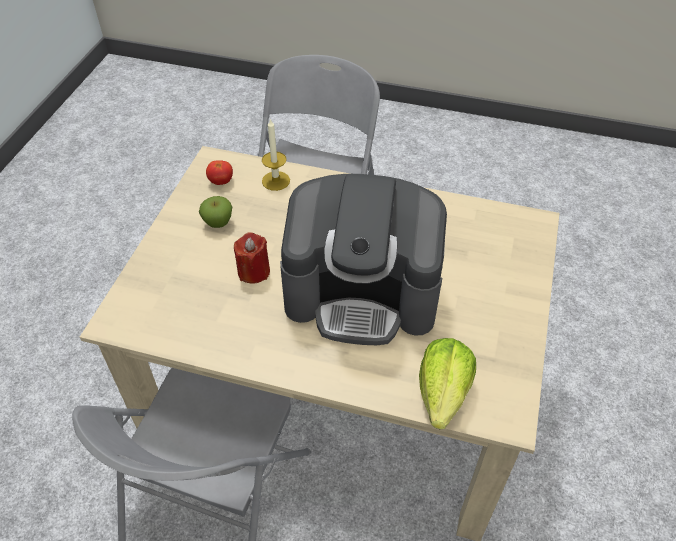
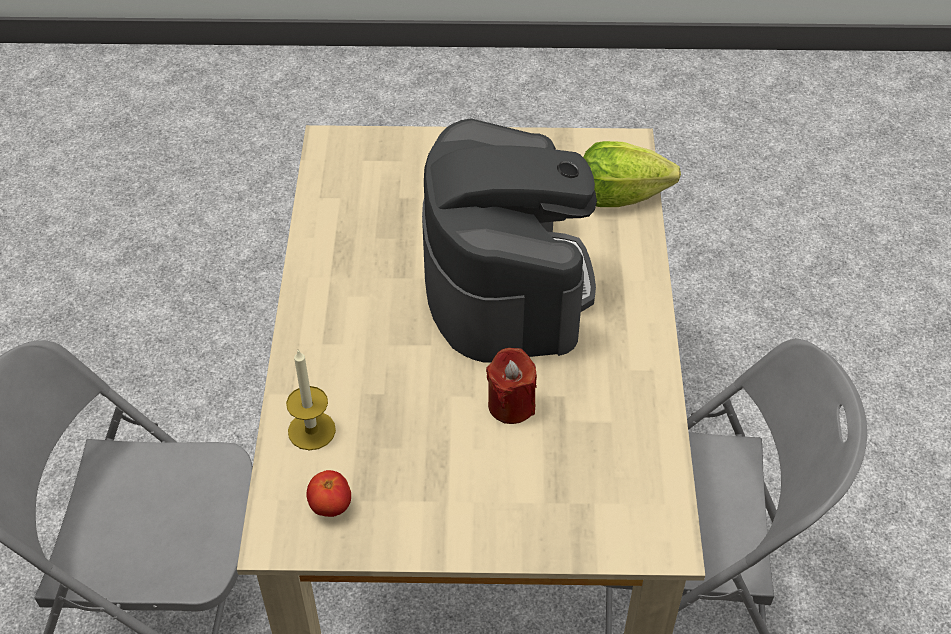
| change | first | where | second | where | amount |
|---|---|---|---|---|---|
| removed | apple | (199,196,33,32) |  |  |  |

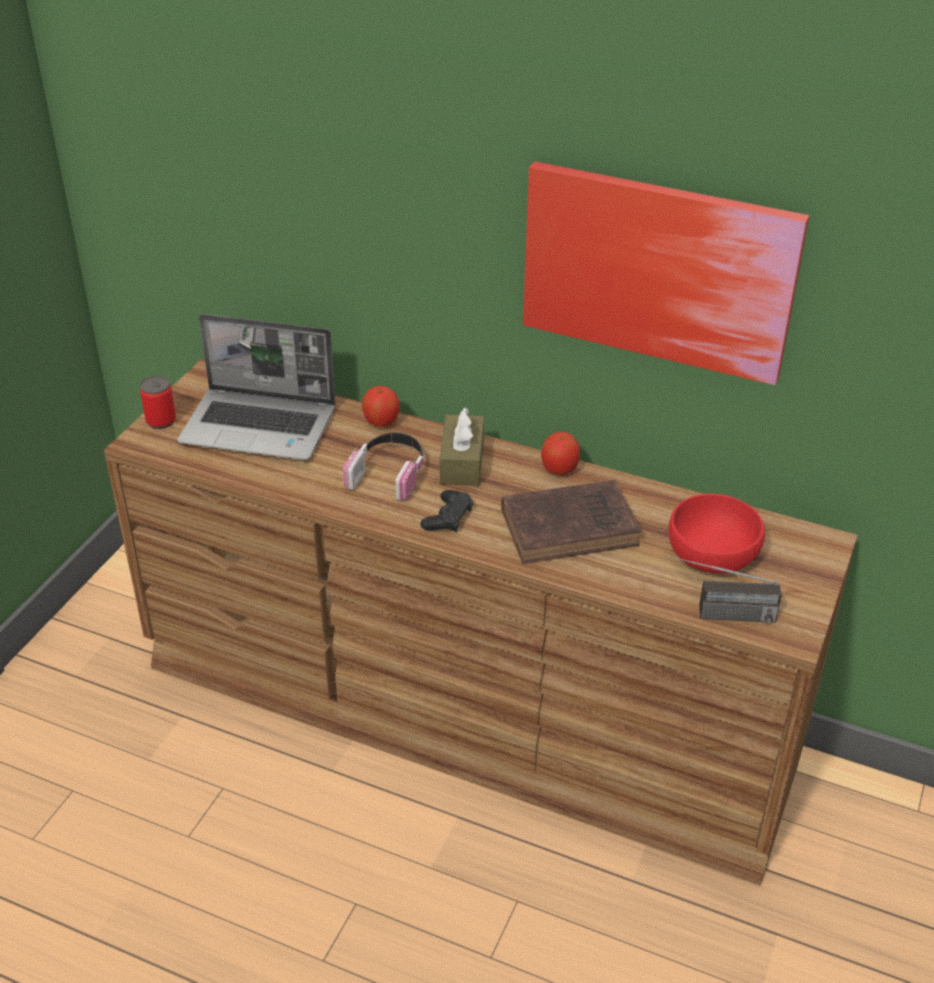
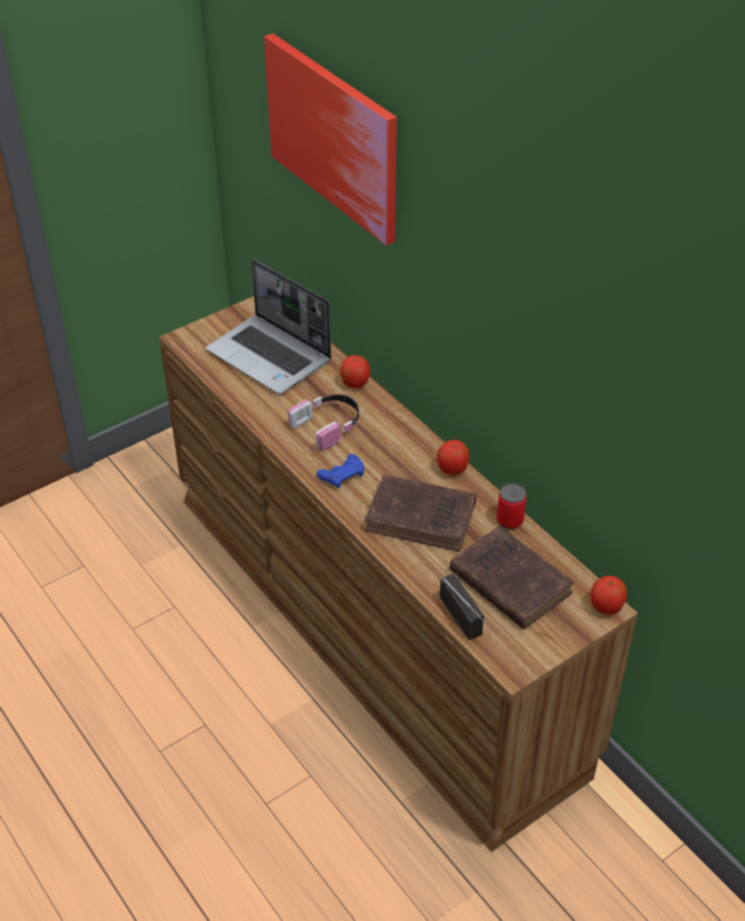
| change | first | where | second | where | amount |
|---|---|---|---|---|---|
| moved | picture | (523,161,286,224) |  | (264,33,133,213) |  |
| recoloured | black game controller | (420,490,53,42) | blue game controller | (316,454,48,34) |  |
| turned | radio | (665,555,117,68) |  | (440,573,52,67) | 150 degrees counterclockwise |
| replaced | red bowl | (669,494,96,80) | brown book | (450,526,124,104) |  |
| moved | can | (140,376,36,53) |  | (497,483,30,46) |  |
| added |  |  | apple | (590,576,37,39) |  |
| removed | brown tissue box | (439,407,45,79) |  |  |  |

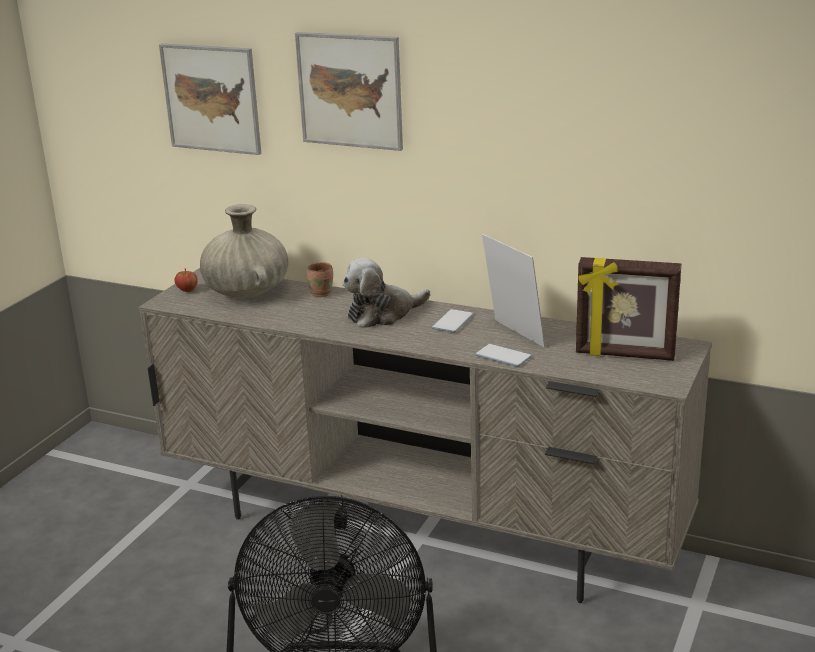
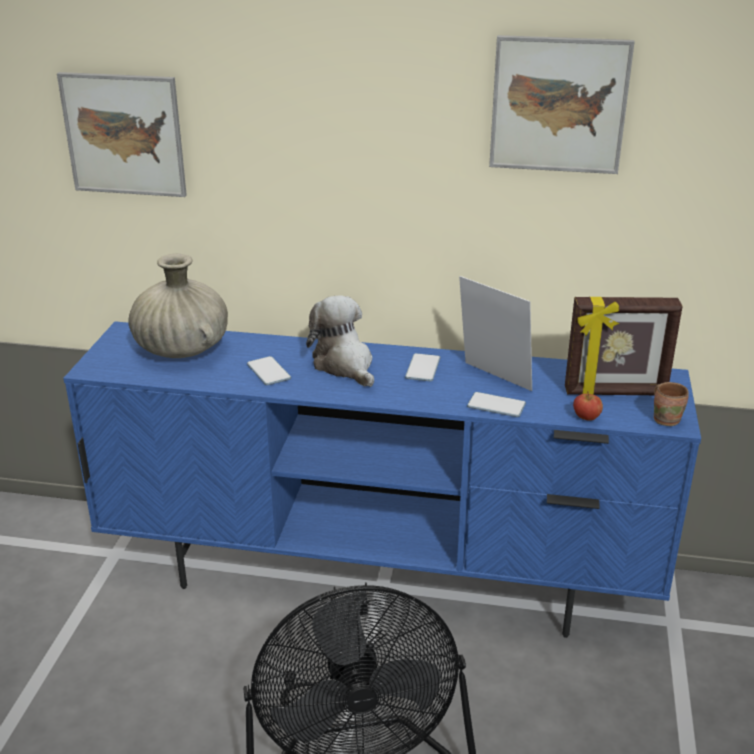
| change | first | where | second | where | amount |
|---|---|---|---|---|---|
| recoloured | beige tv stand | (138,268,574,335) | blue tv stand | (63,321,638,317) |  |
| added |  |  | phone | (247,356,44,29) |  |
| turned | plush toy | (342,258,88,70) |  | (306,295,68,92) | 105 degrees clockwise |
| moved | picture | (295,32,108,119) |  | (489,35,146,139) |  |
| moved | apple | (174,268,24,24) |  | (573,391,30,30) |  |
| moved | brown mug | (307,262,26,35) |  | (654,382,35,44) |  |

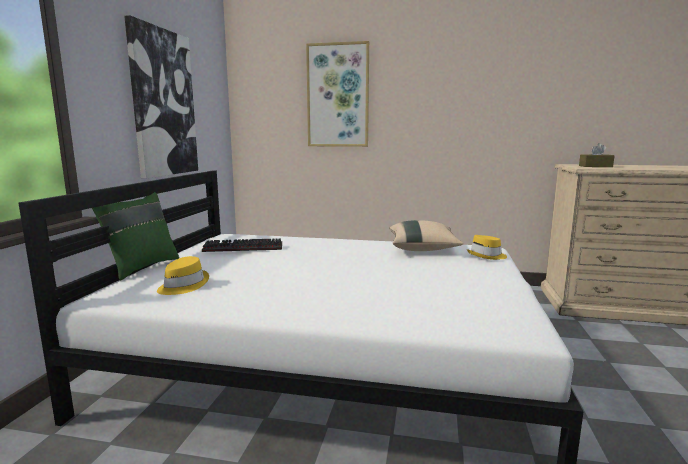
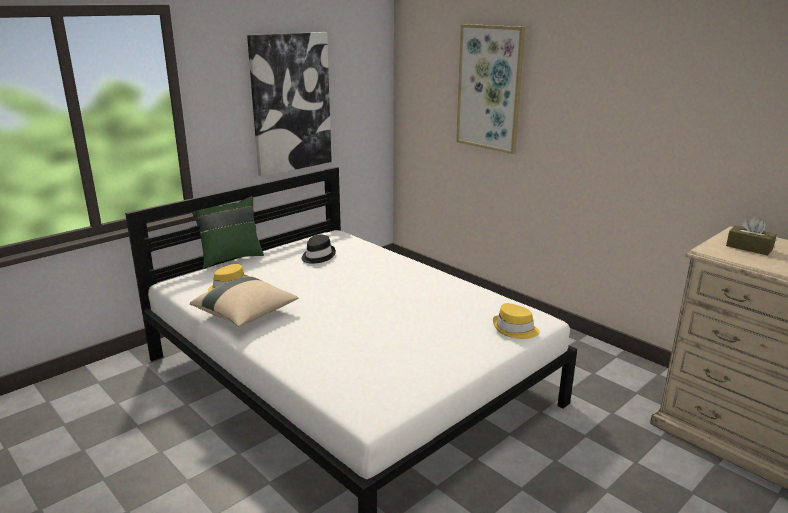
| change | first | where | second | where | amount |
|---|---|---|---|---|---|
| moved | beige pillow | (390,220,74,31) |  | (190,276,108,51) |  |
| replaced | keyboard | (202,238,80,14) | black hat | (301,235,35,28) |  |

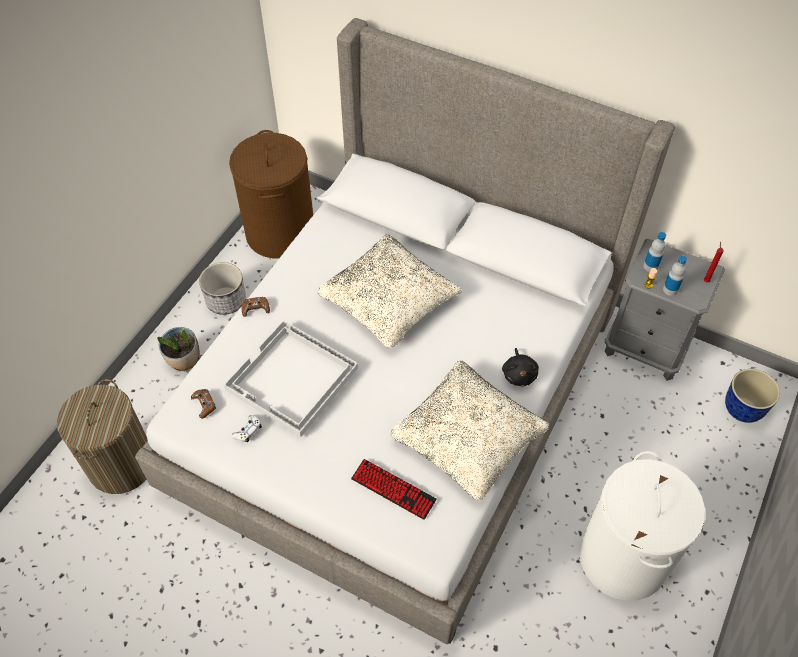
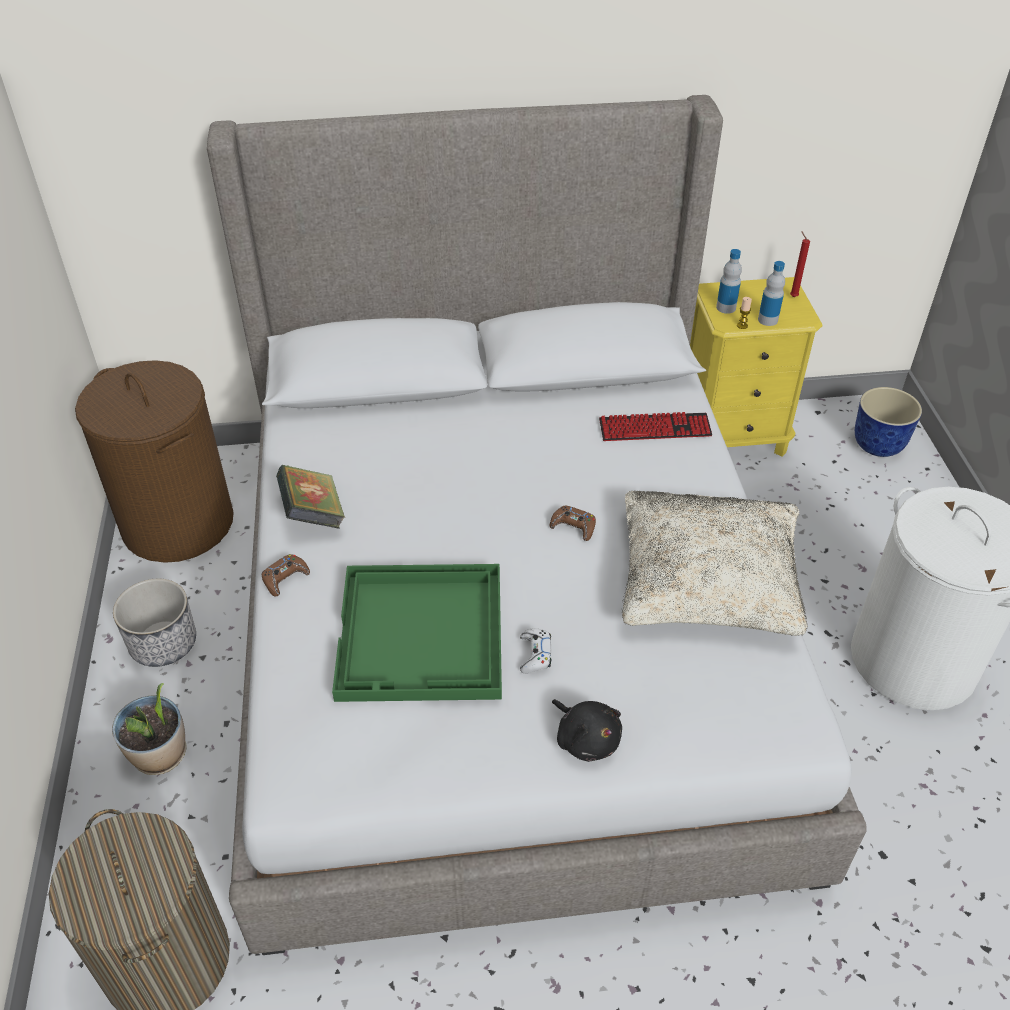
| change | first | where | second | where | amount |
|---|---|---|---|---|---|
| added |  |  | book | (276,465,69,64) |  |
| recoloured | white tray | (224,320,134,117) | green tray | (332,564,170,138) |  |
| moved | white game controller | (232,415,30,27) |  | (520,628,31,46) |  |
| moved | brown game controller | (191,389,25,30) |  | (550,506,46,35) |  |
| moved | black plush toy | (502,348,37,38) |  | (552,699,70,63) |  |
| moved | keyboard | (351,459,86,61) |  | (599,412,113,29) |  |
| recoloured | grey nightstand | (605,239,120,142) | yellow nightstand | (690,277,133,180) |  |
| removed | beige pillow | (318,234,143,114) |  |  |  |

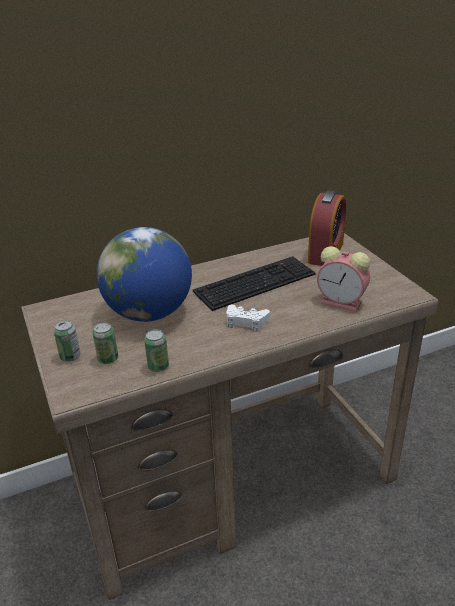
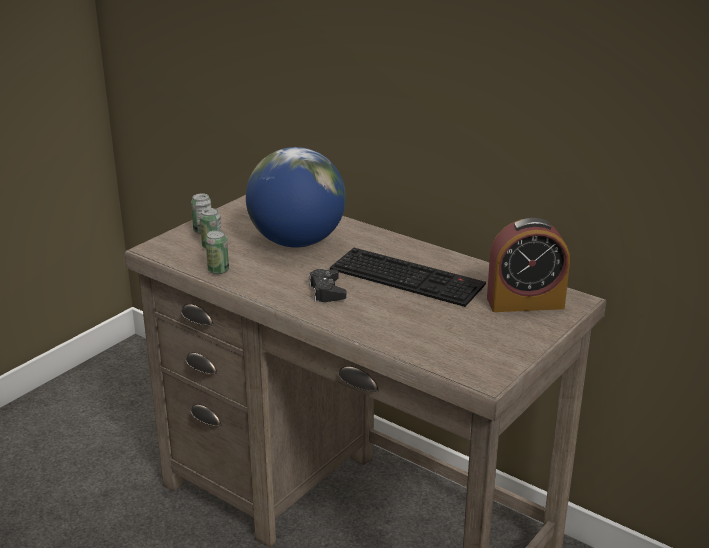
| change | first | where | second | where | amount |
|---|---|---|---|---|---|
| recoloured | white game controller | (226,305,44,27) | black game controller | (309,269,38,33) |  |
| removed | alarm clock | (317,246,53,66) |  |  |  |

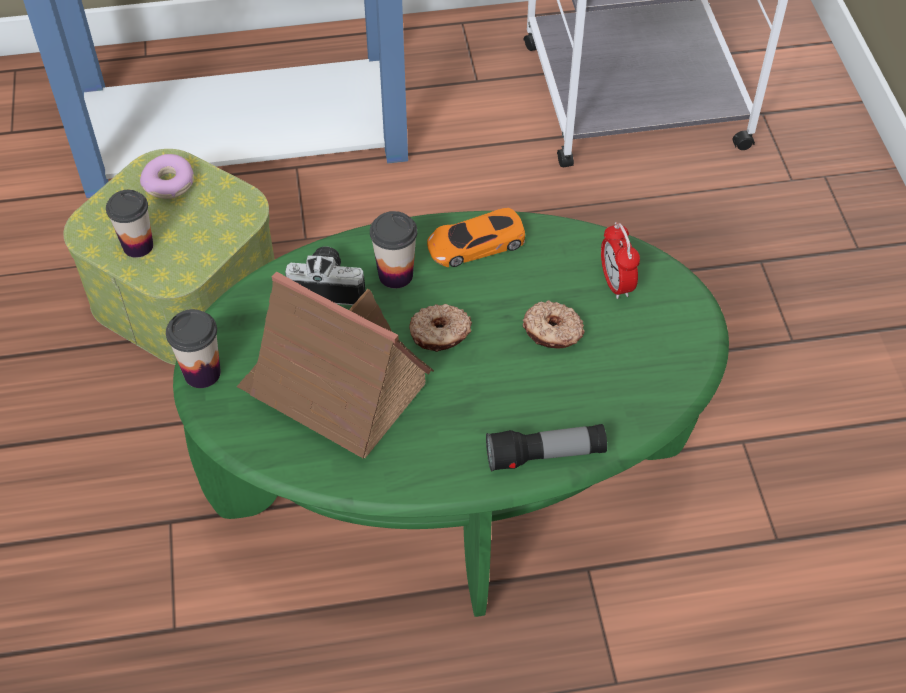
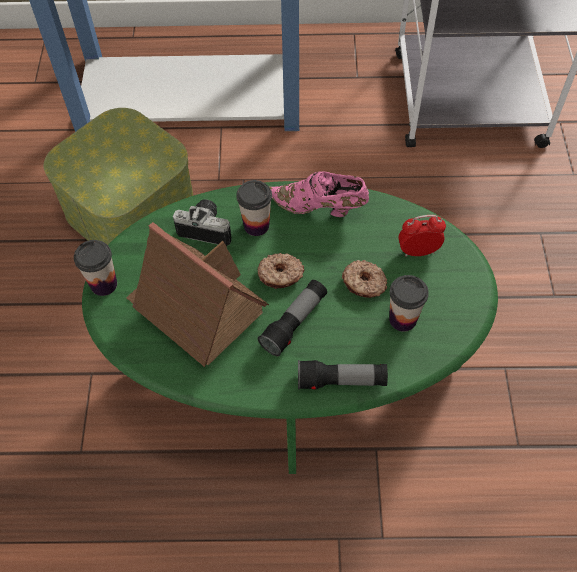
| change | first | where | second | where | amount |
|---|---|---|---|---|---|
| added |  |  | flashlight | (258,280,69,76) |  |
| replaced | orange toy car | (427,208,98,59) | pink shoe | (270,171,99,46) |  |
| moved | cup | (106,190,47,68) |  | (389,275,40,57) |  |
| turned | alarm clock | (601,222,39,77) |  | (398,215,48,42) | 90 degrees clockwise |
| removed | donut | (140,154,54,45) |  |  |  |

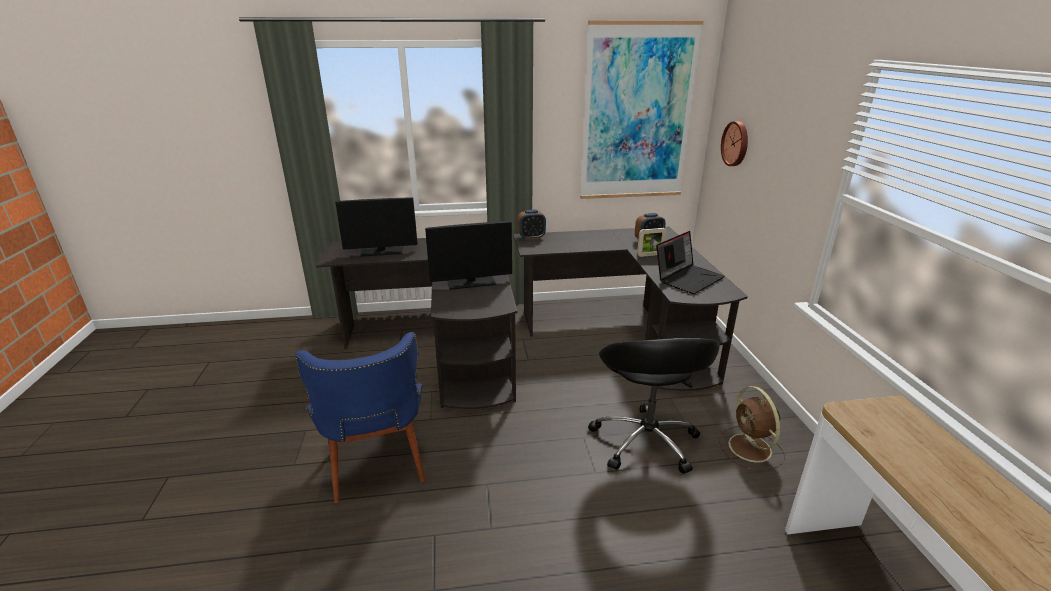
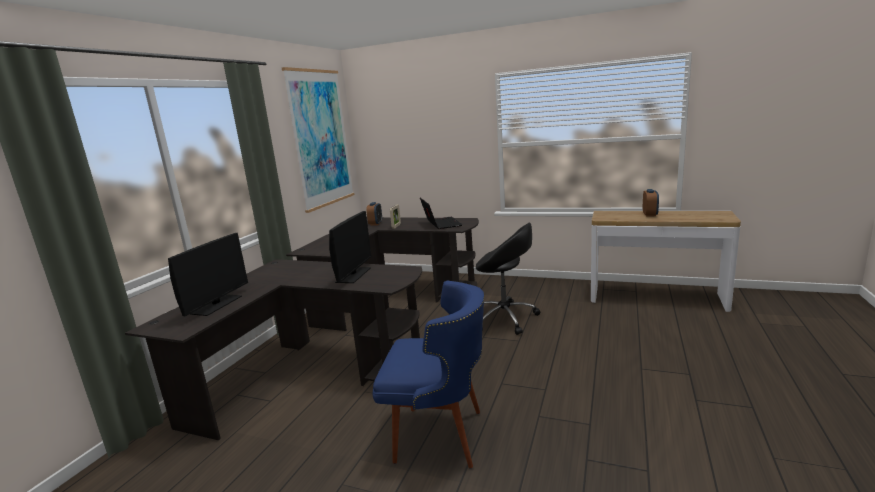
| change | first | where | second | where | amount |
|---|---|---|---|---|---|
| moved | alarm clock | (517,210,29,30) |  | (643,189,16,28) |  |
| removed | brown fan | (719,386,66,85) |  |  |  |
| removed | wall clock | (721,121,27,45) |  |  |  |

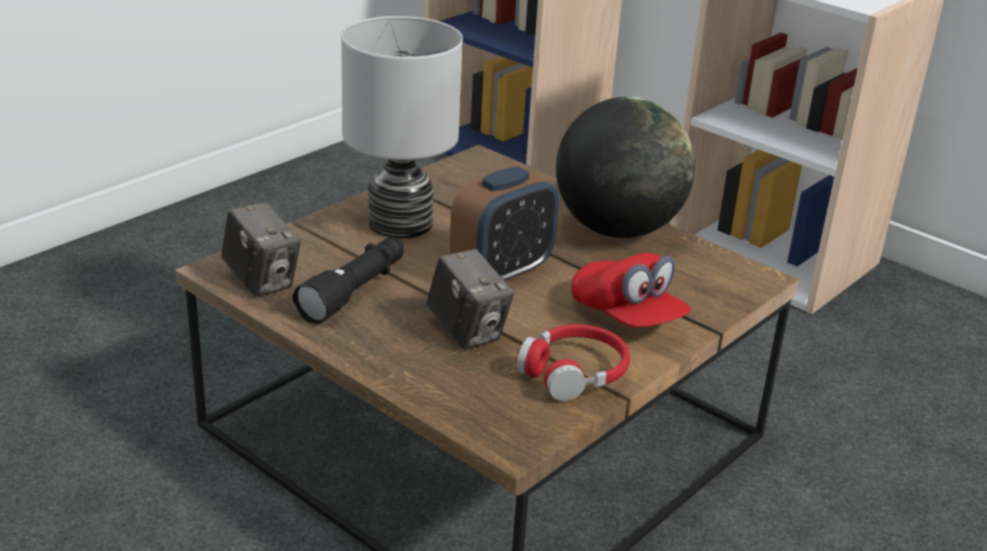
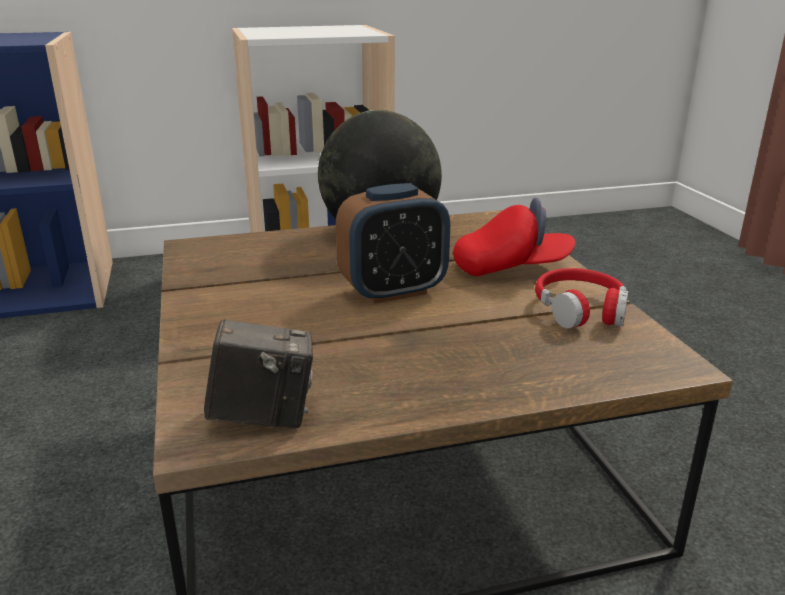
| change | first | where | second | where | amount |
|---|---|---|---|---|---|
| turned | alarm clock | (450,166,109,117) |  | (336,183,114,121) | 75 degrees clockwise |
| removed | black flashlight | (293,238,111,85) |  |  |  |
| removed | grey table lamp | (341,16,122,223) |  |  |  |
| removed | photo camera | (426,249,88,100) |  |  |  |

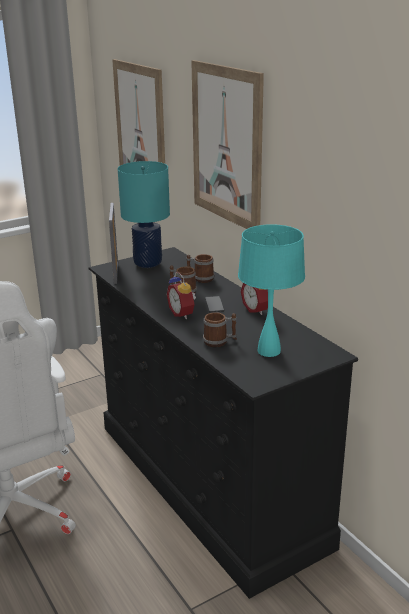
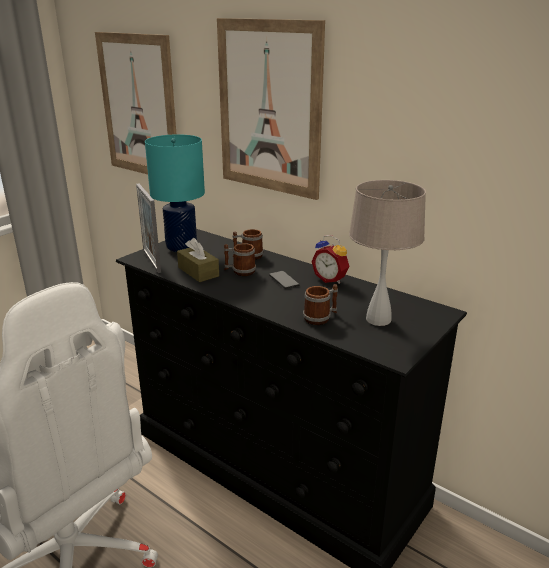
| change | first | where | second | where | amount |
|---|---|---|---|---|---|
| added |  |  | brown tissue box | (177,238,42,44) |  |
| recoloured | turquoise table lamp | (238,224,67,133) | beige table lamp | (349,180,77,146) |  |
| removed | alarm clock | (167,272,29,47) |  |  |  |

